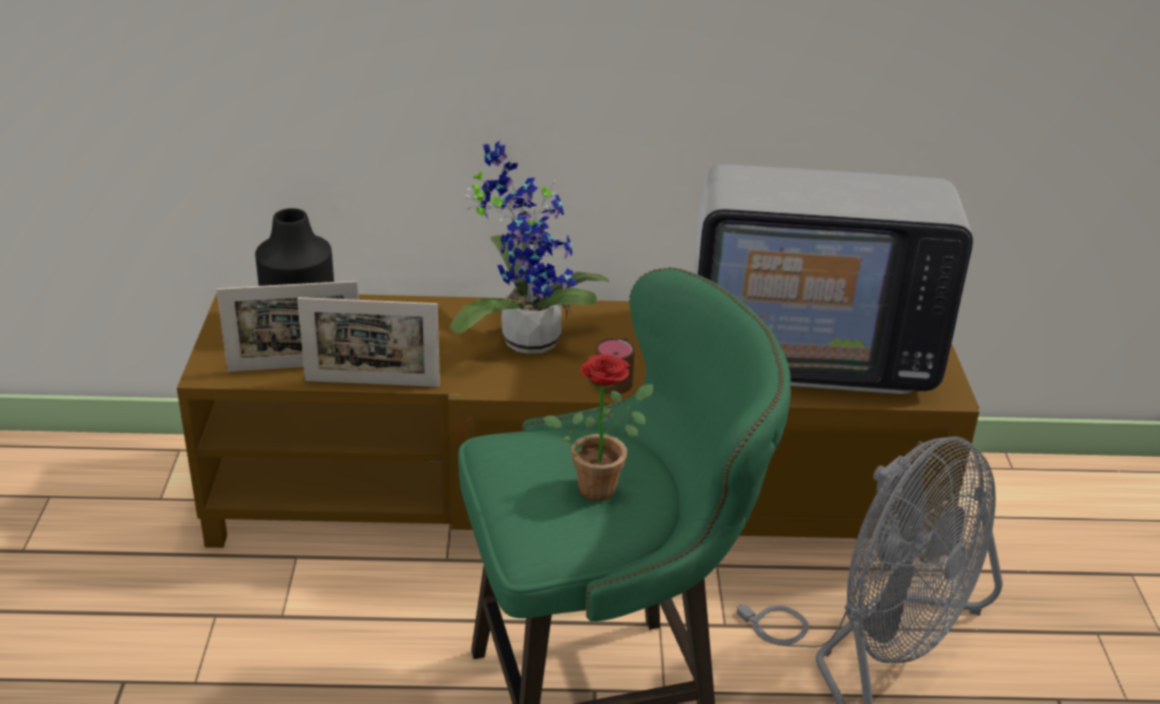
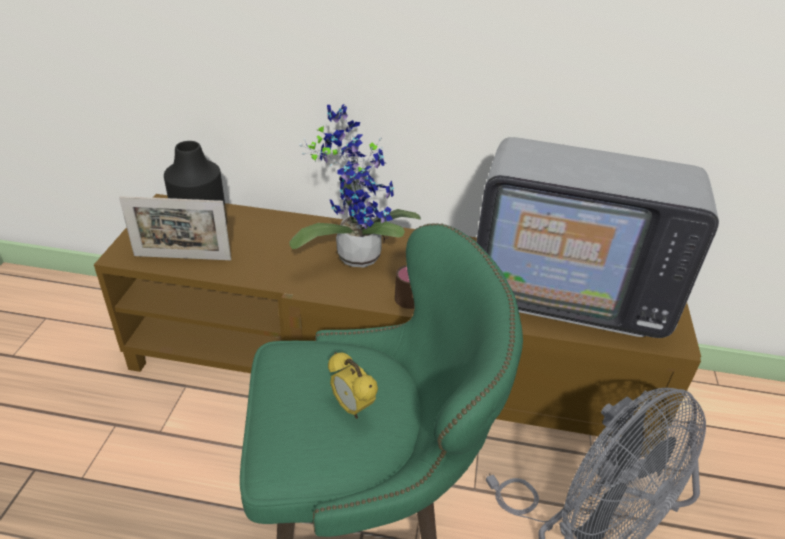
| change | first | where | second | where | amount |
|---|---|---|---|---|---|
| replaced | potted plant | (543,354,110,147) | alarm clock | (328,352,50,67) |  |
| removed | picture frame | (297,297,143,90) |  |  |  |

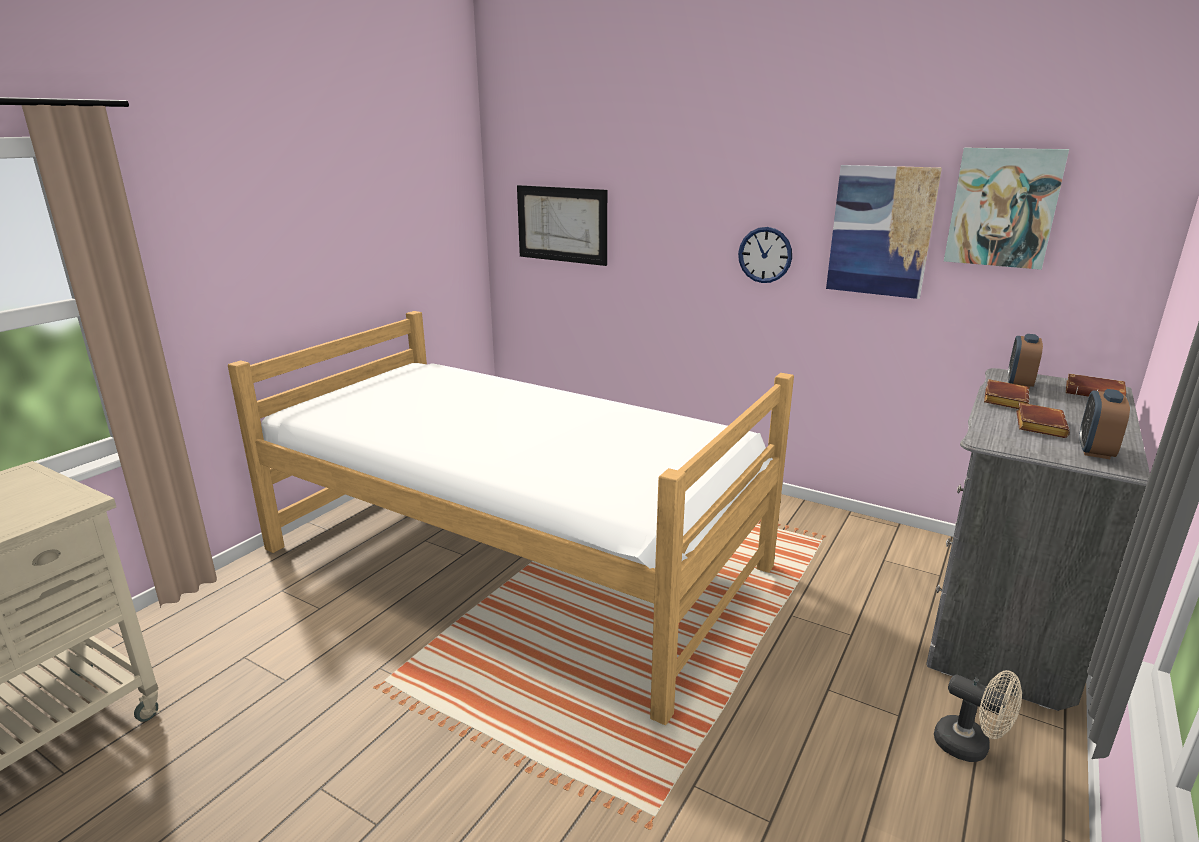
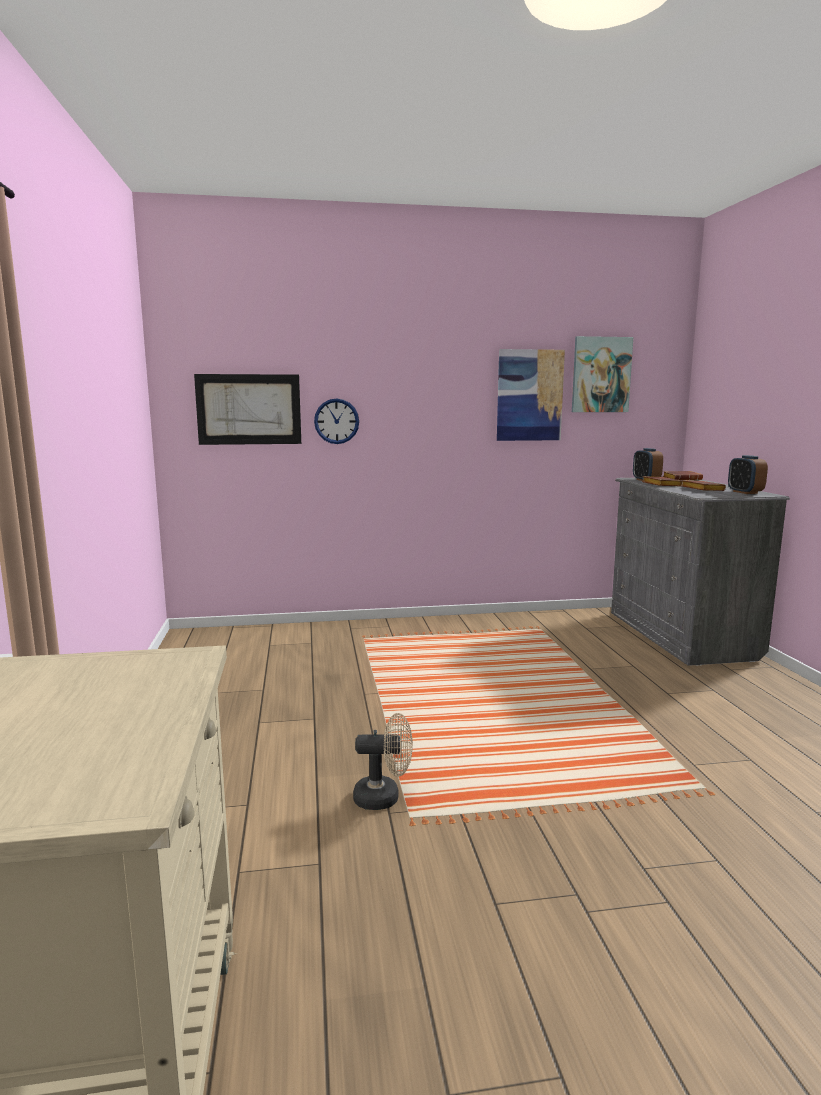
| change | first | where | second | where | amount |
|---|---|---|---|---|---|
| moved | wall clock | (738,227,54,56) |  | (314,399,45,45) |  |
| moved | beige fan | (934,670,88,92) |  | (353,713,60,97) |  |
| removed | bed | (228,311,566,414) |  |  |  |

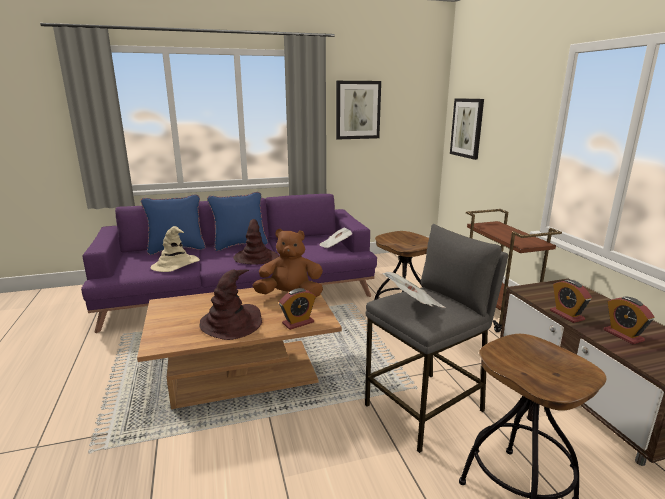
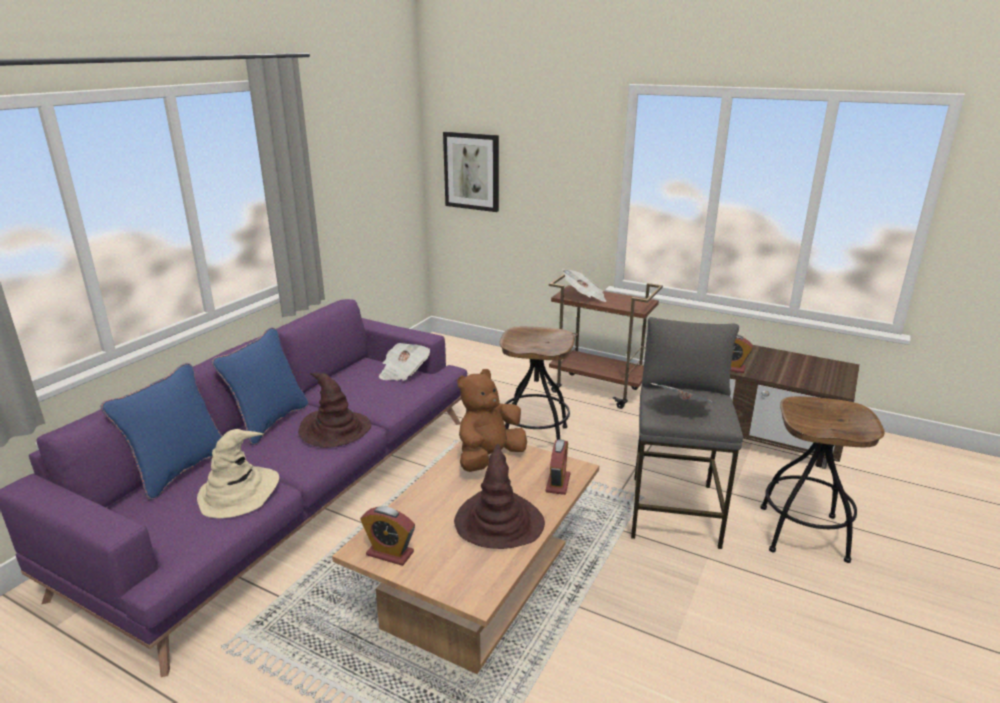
| change | first | where | second | where | amount |
|---|---|---|---|---|---|
| moved | alarm clock | (604,296,50,48) |  | (360,506,55,60) |  |
| added |  |  | newspaper | (562,269,44,33) |  |
| removed | picture | (336,81,45,59) |  |  |  |

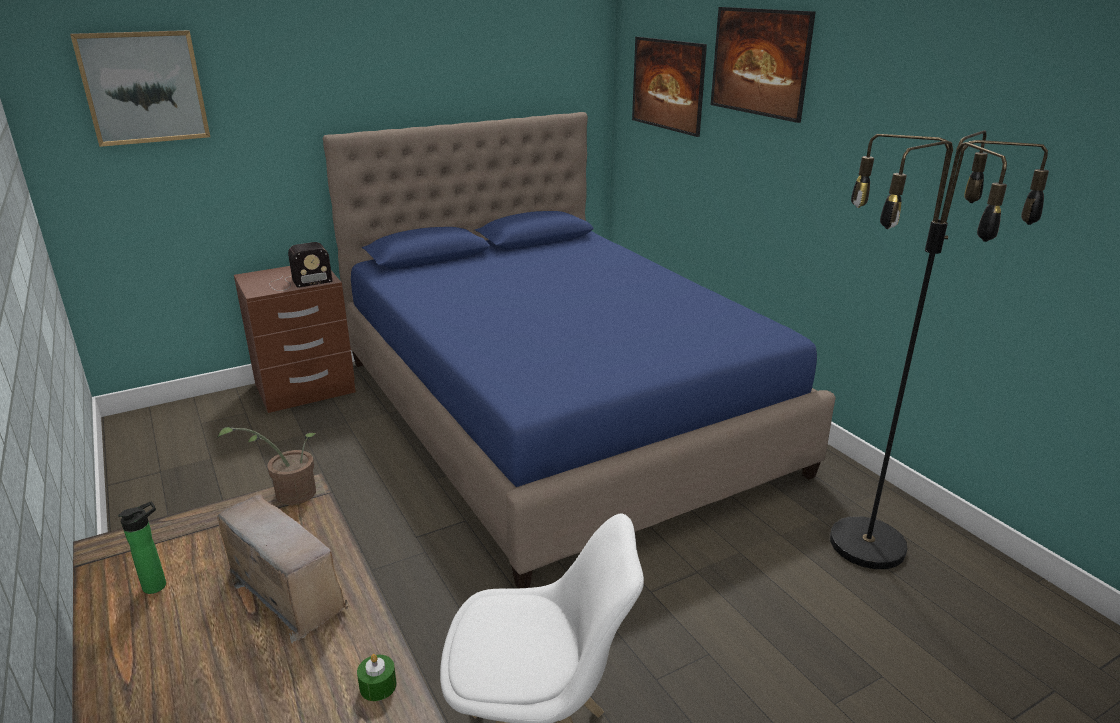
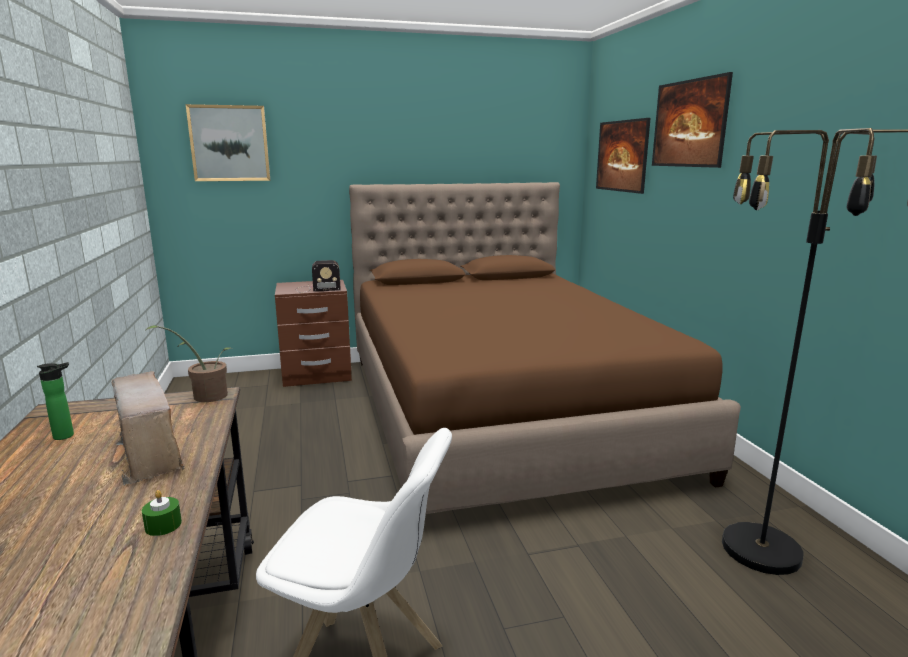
| change | first | where | second | where | amount |
|---|---|---|---|---|---|
| recoloured | blue bed | (323,112,513,476) | brown bed | (349,182,392,332) |  |

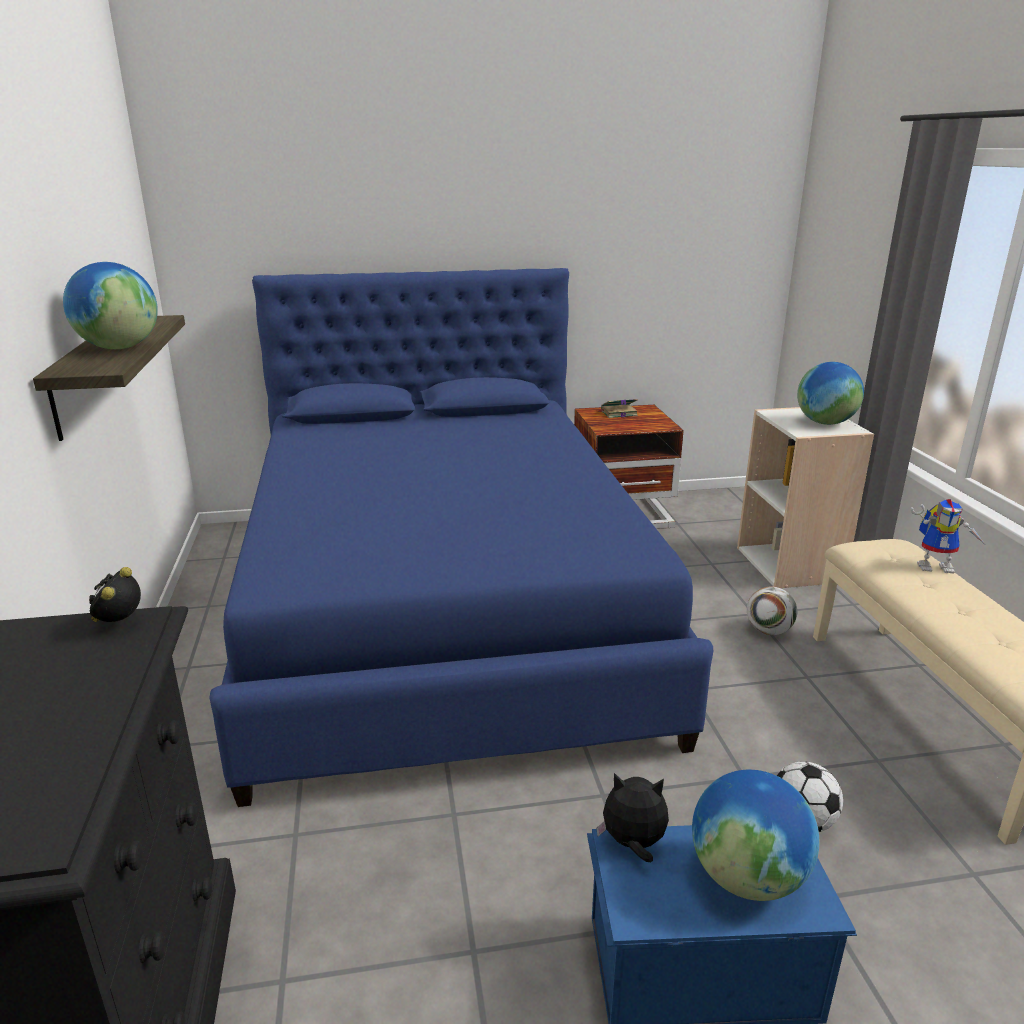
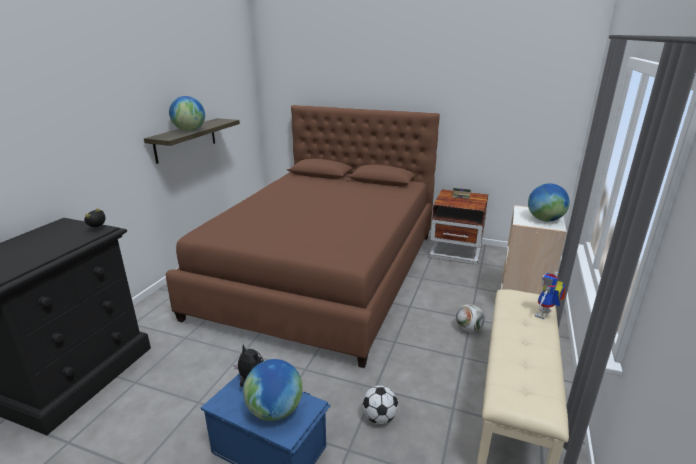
| change | first | where | second | where | amount |
|---|---|---|---|---|---|
| recoloured | blue bed | (209,268,504,539) | brown bed | (165,105,275,263) |  |
| turned | toy robot | (911,499,74,74) |  | (535,272,30,47) | 90 degrees clockwise |

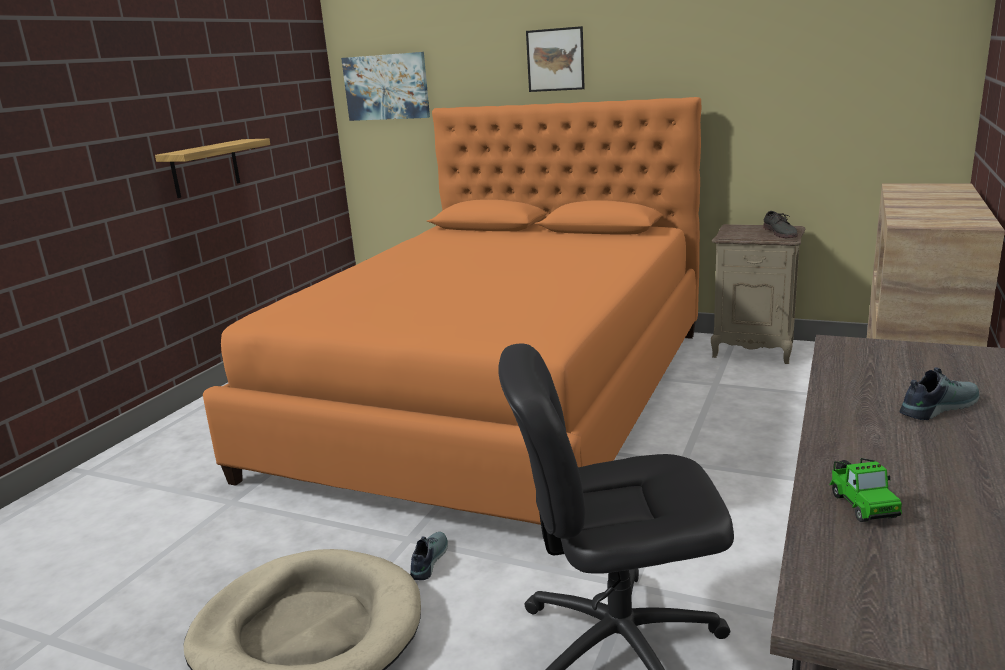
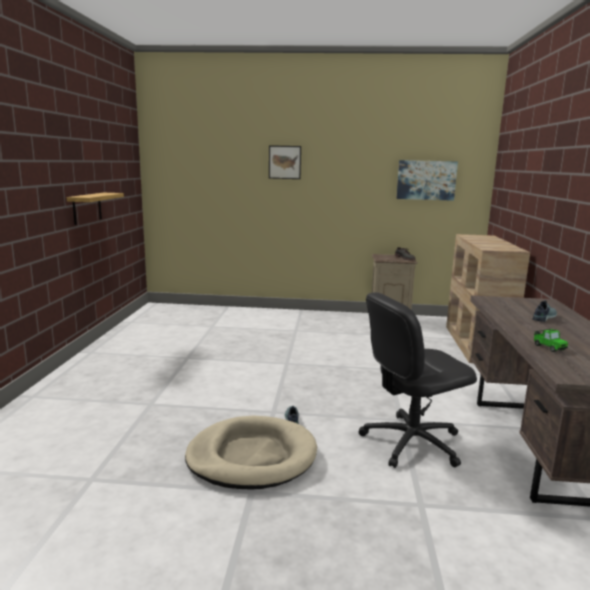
| change | first | where | second | where | amount |
|---|---|---|---|---|---|
| moved | picture | (341,52,89,69) |  | (396,160,62,41) |  |
| removed | orange bed | (203,97,498,428) |  |  |  |

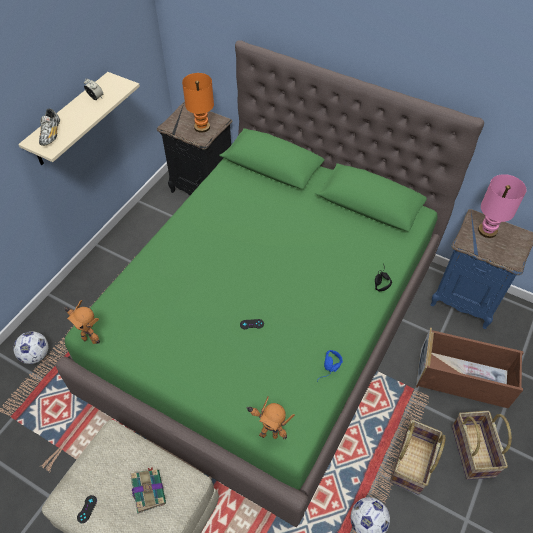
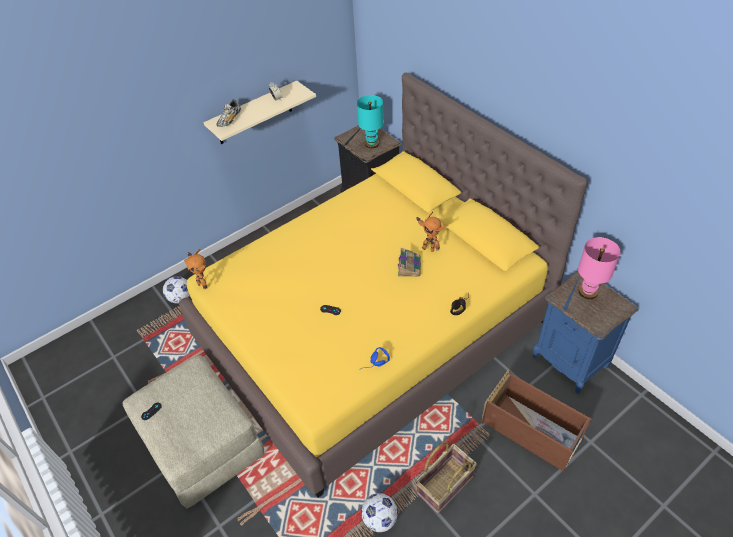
| change | first | where | second | where | amount |
|---|---|---|---|---|---|
| recoloured | green bed | (56,40,428,487) | yellow bed | (179,73,409,425) |  |
| recoloured | orange table lamp | (182,73,32,60) | turquoise table lamp | (357,95,27,53) |  |
| moved | book | (131,467,35,47) |  | (398,248,23,29) |  |
| moved | toy robot | (247,397,48,43) |  | (417,212,30,40) |  |
| removed | basket | (452,411,60,69) |  |  |  |

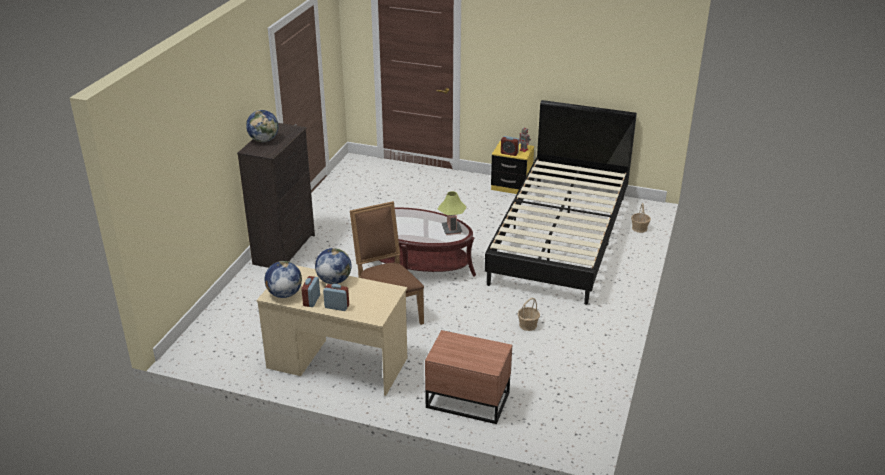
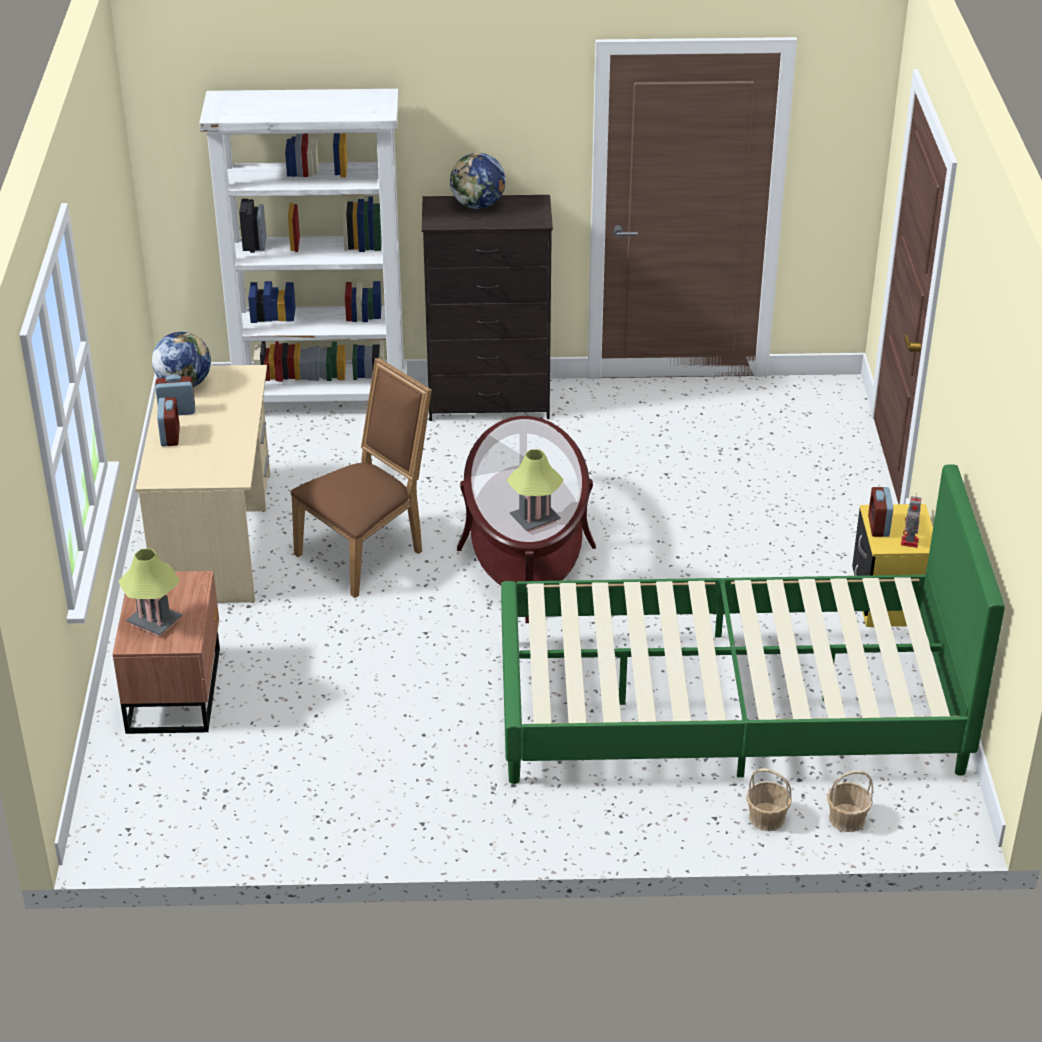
| change | first | where | second | where | amount |
|---|---|---|---|---|---|
| added |  |  | table lamp | (119,548,63,89) |  |
| added |  |  | white bookcase | (199,89,208,313) |  |
| recoloured | black bed | (485,100,152,205) | green bed | (501,464,504,320) |  |
| moved | basket | (518,298,22,33) |  | (746,768,46,63) |  |
| removed | globe | (315,248,37,36) |  |  |  |

